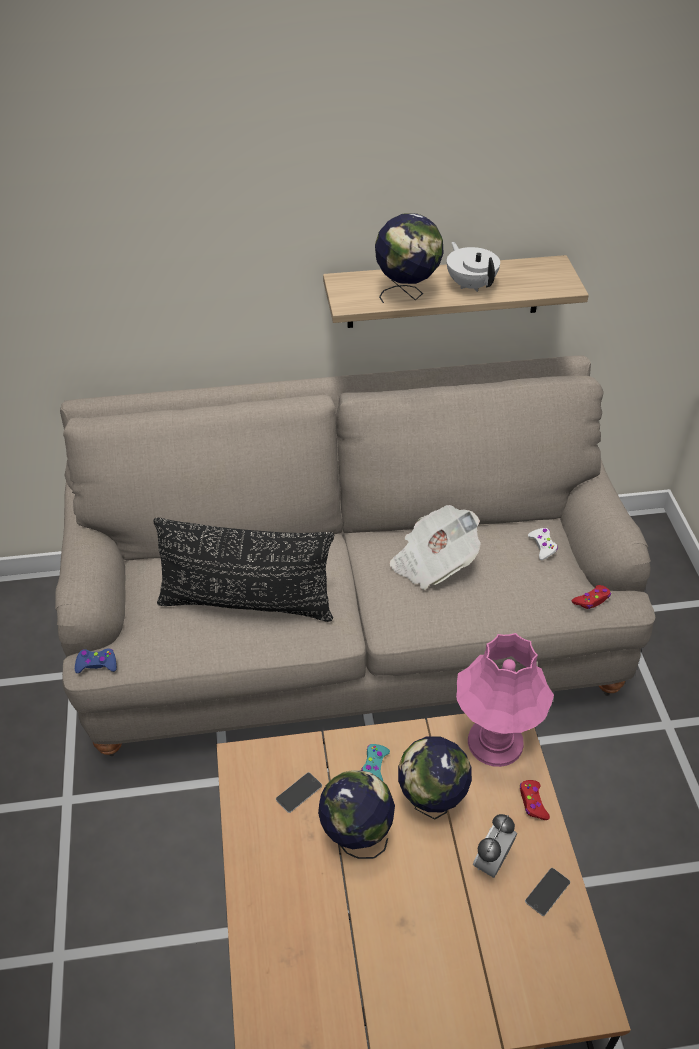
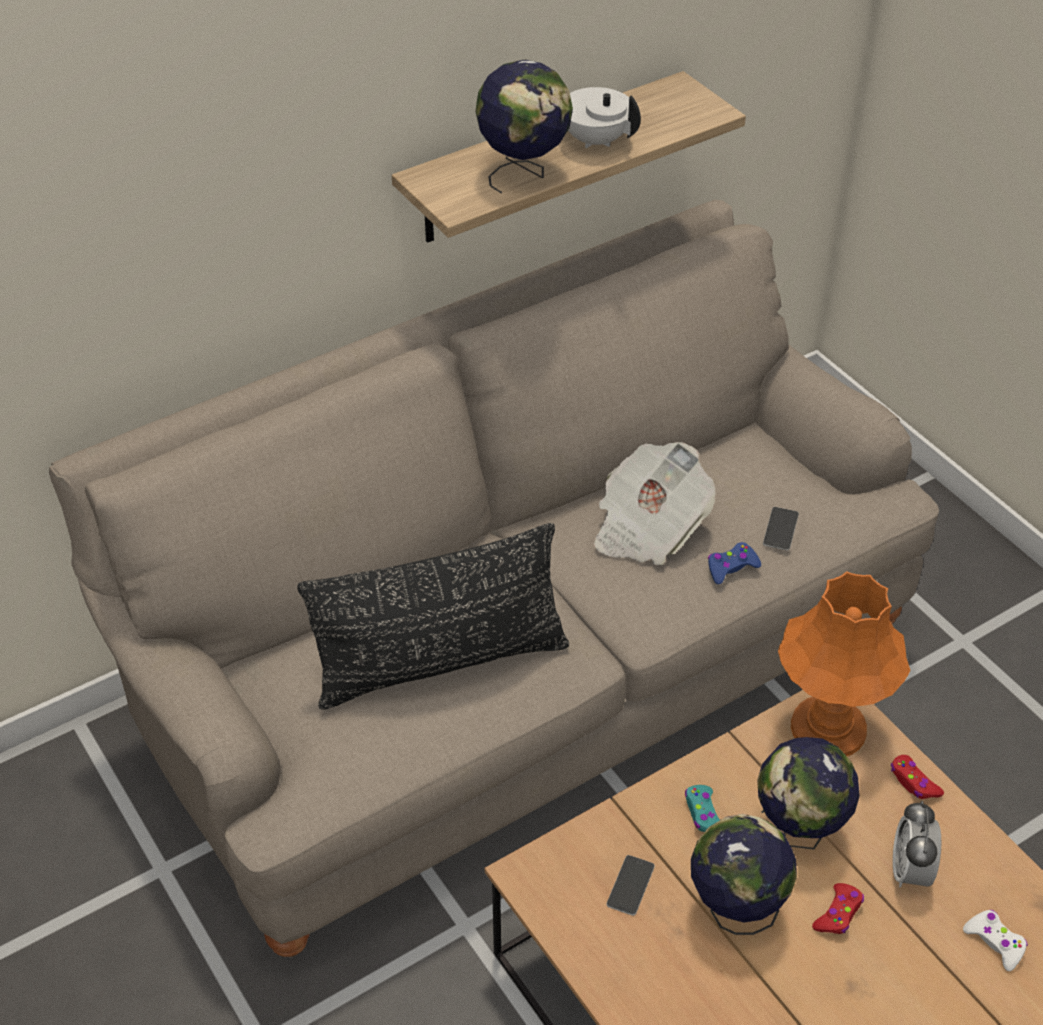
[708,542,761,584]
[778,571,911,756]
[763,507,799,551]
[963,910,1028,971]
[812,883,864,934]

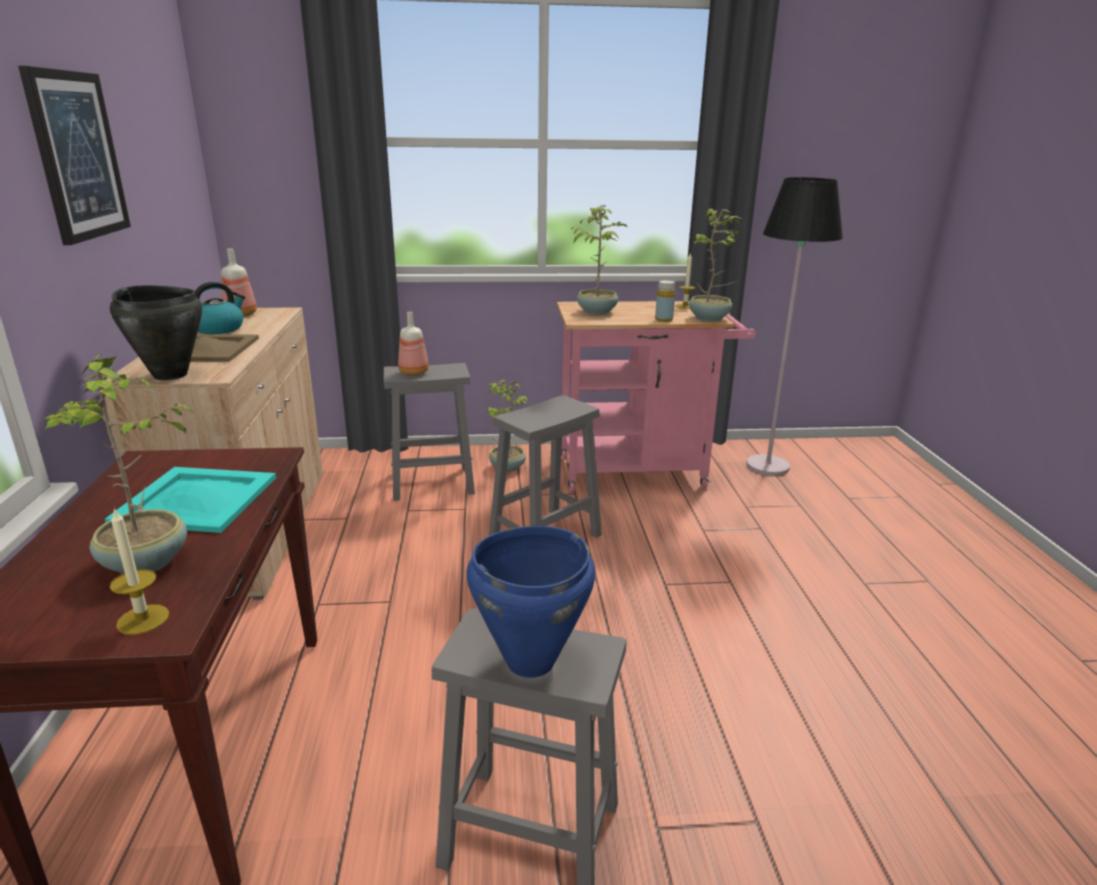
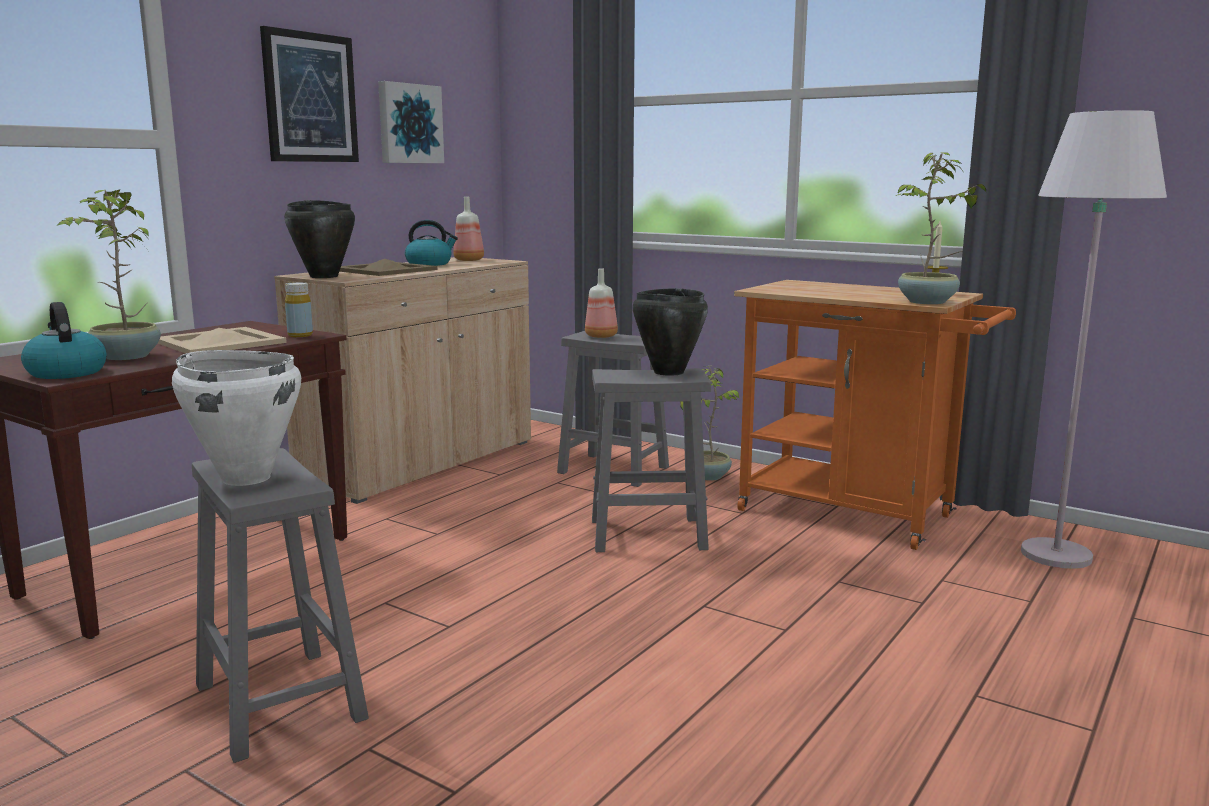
[158,327,287,353]
[21,302,106,379]
[172,350,301,486]
[734,280,1016,550]
[571,205,627,315] (first image)
[285,282,313,337]
[1021,110,1167,569]
[378,81,444,163]
[633,288,708,376]

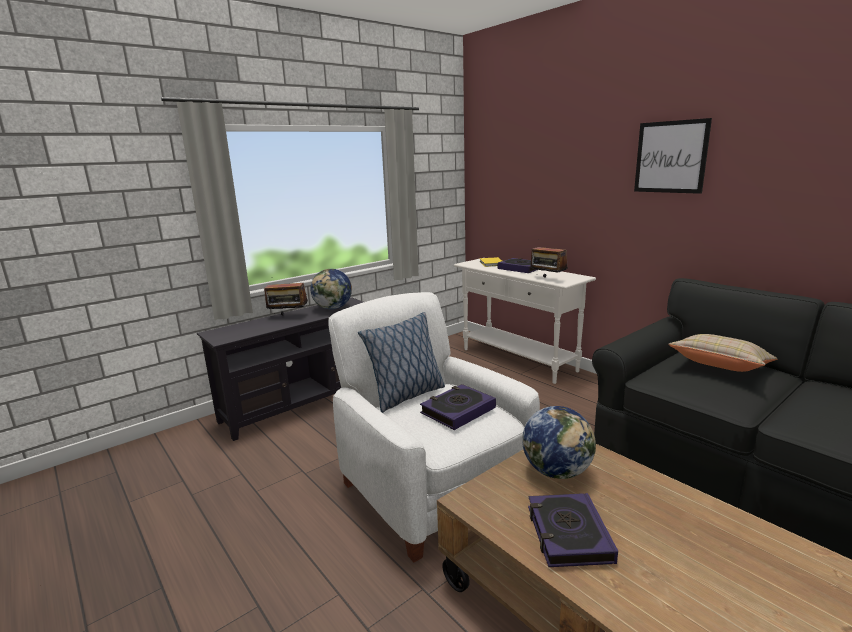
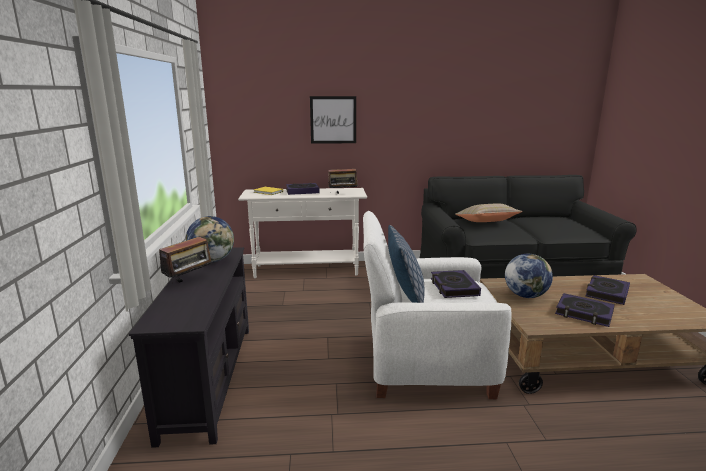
[310,96,356,144]
[586,275,630,305]

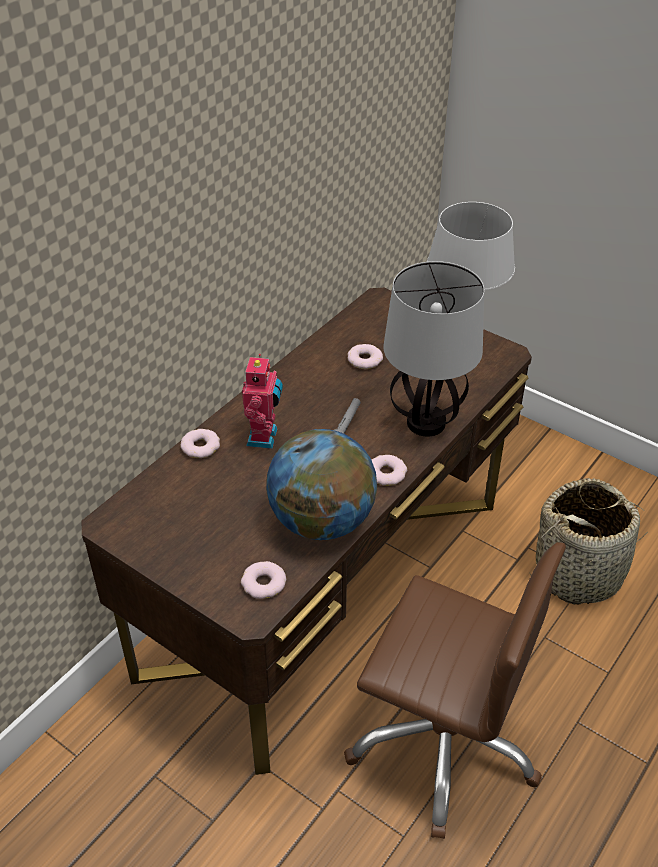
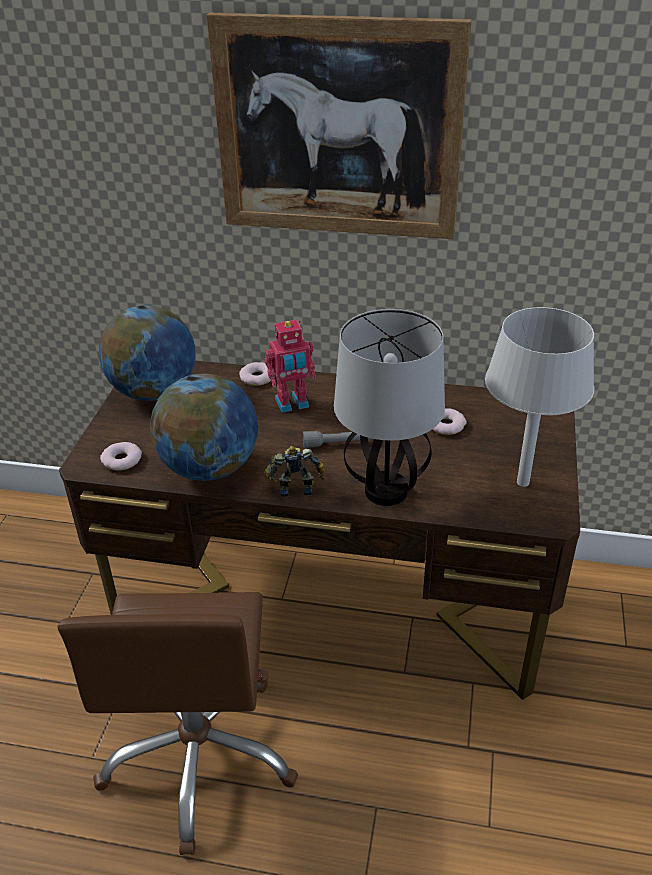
[264,446,325,497]
[529,478,648,605] (first image)
[99,305,196,401]
[207,13,472,239]

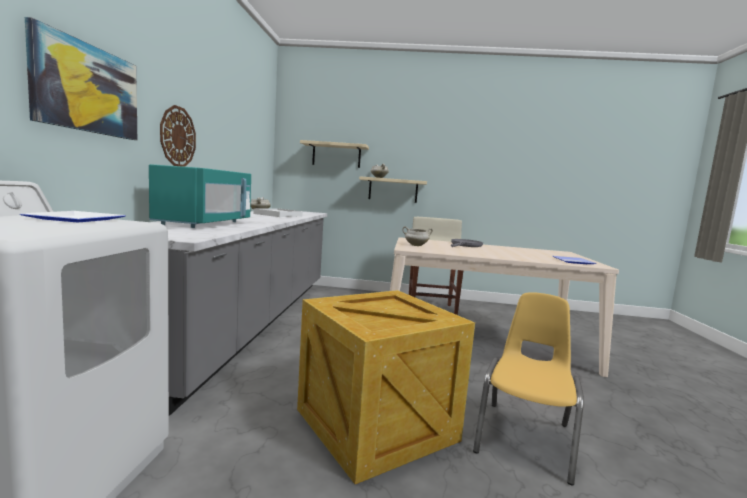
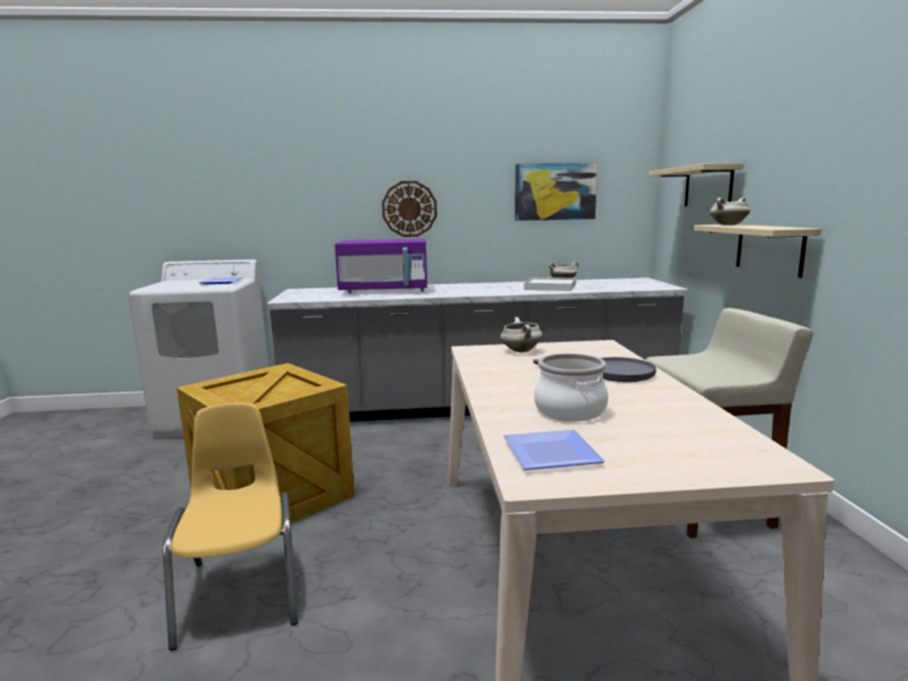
[515,163,597,221]
[335,239,427,294]
[163,403,298,651]
[534,353,608,421]

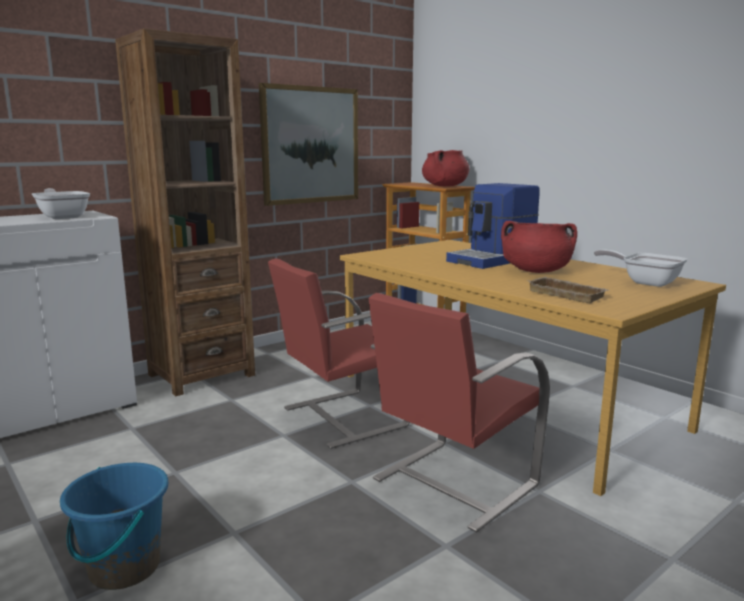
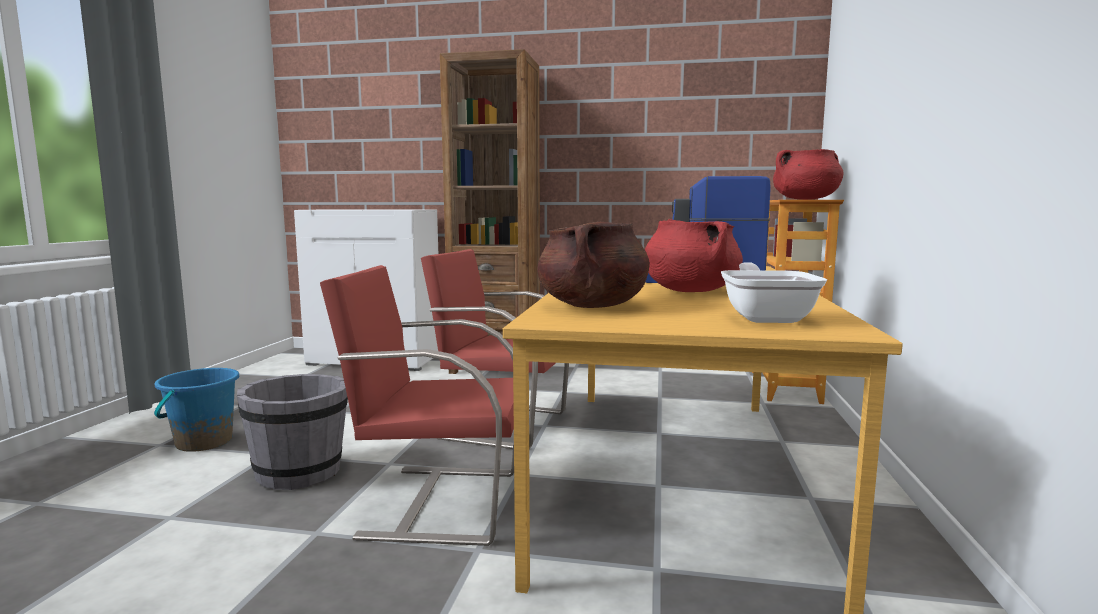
[32,188,90,219] (first image)
[259,83,358,206] (first image)
[537,222,650,308]
[237,374,348,490]

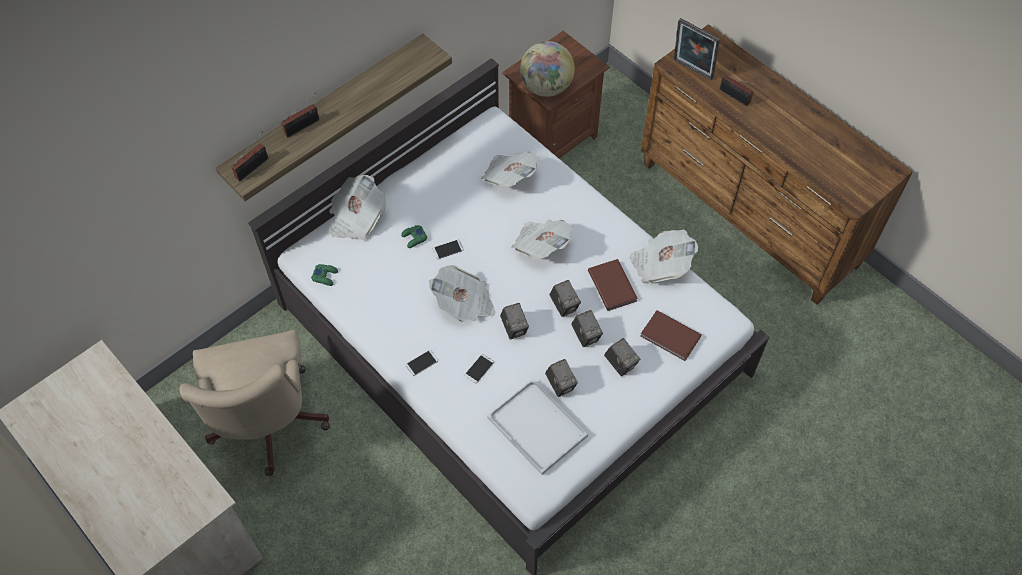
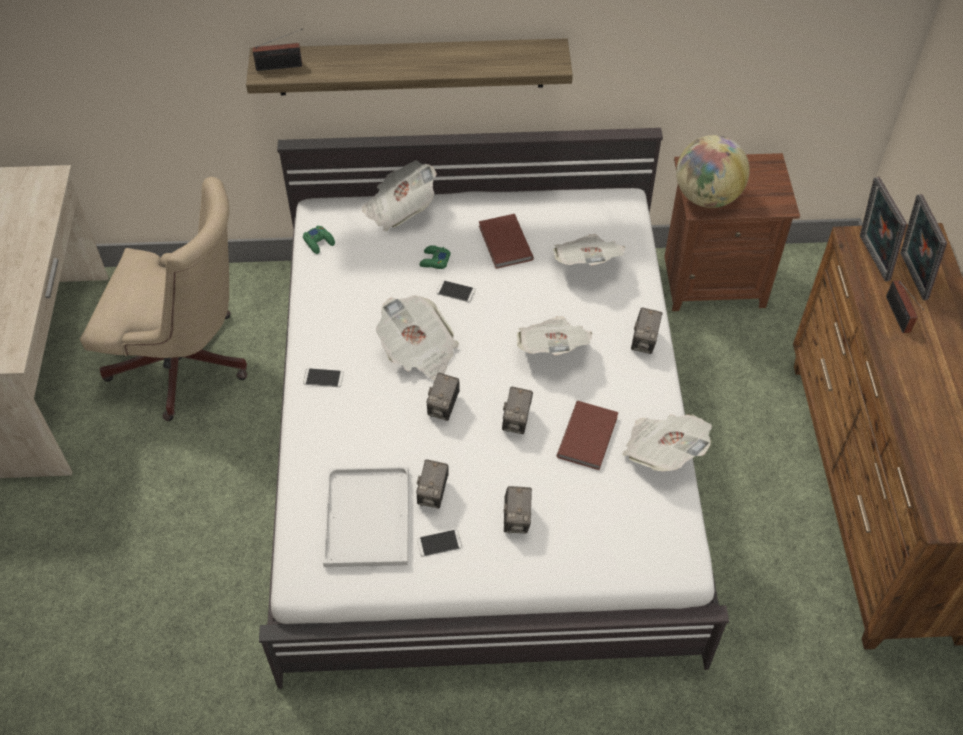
[80,177,247,421]
[281,93,319,138] (first image)
[417,530,462,557]
[631,308,663,354]
[479,214,534,269]
[900,194,947,300]

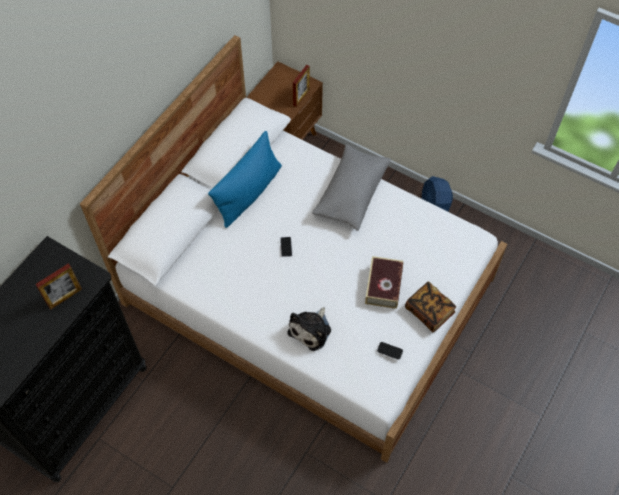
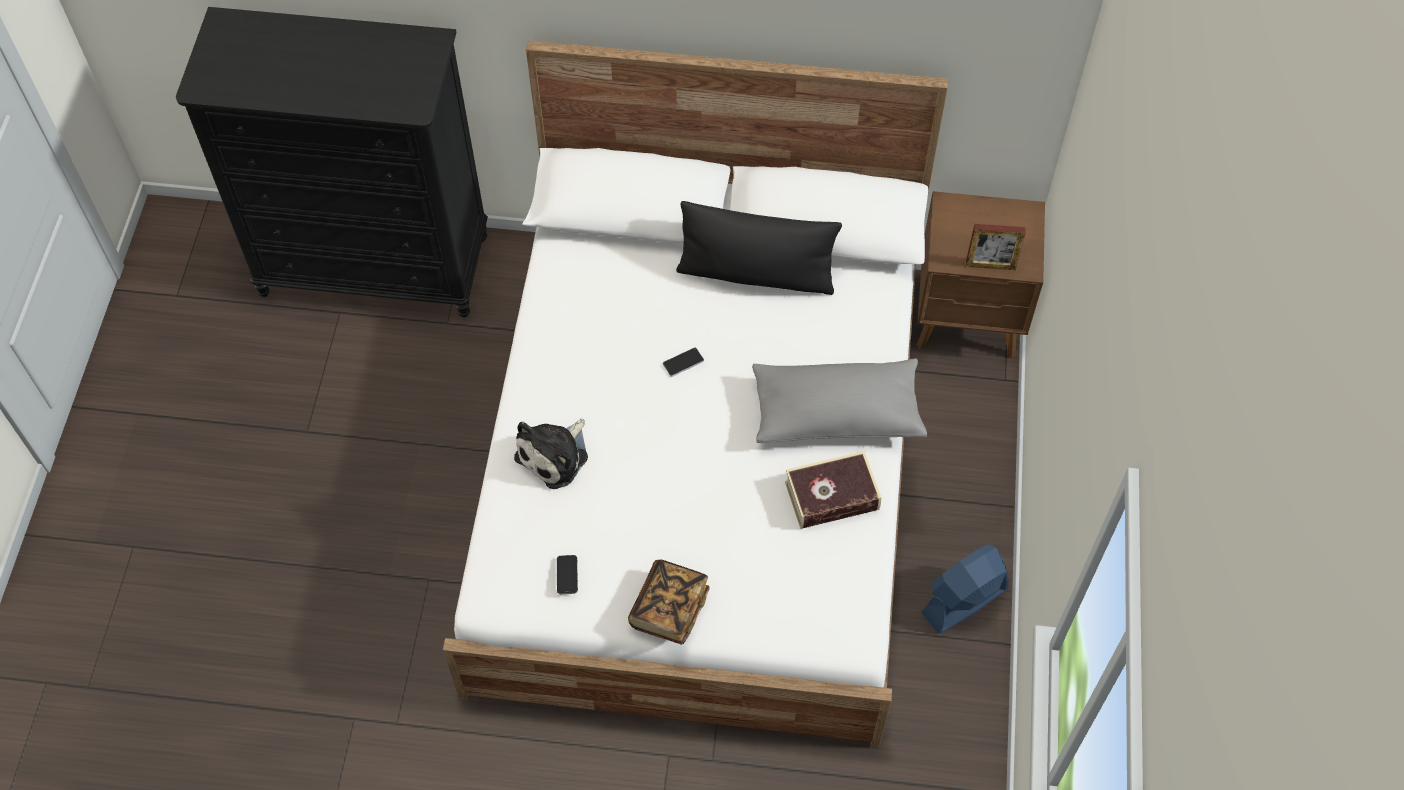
[36,264,82,309] (first image)
[676,201,842,295]
[514,418,588,489]
[785,451,881,529]

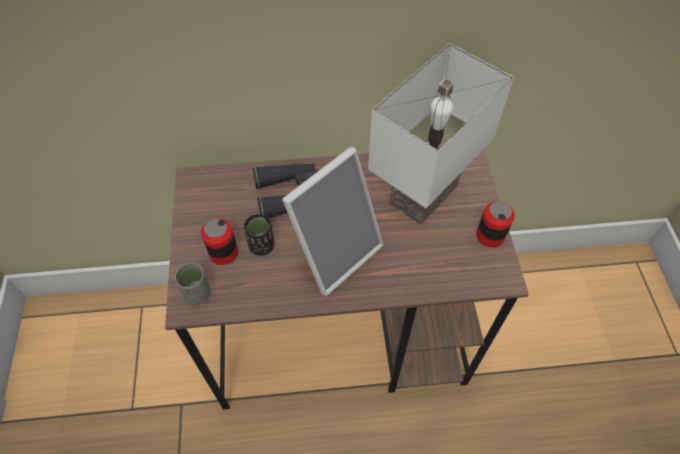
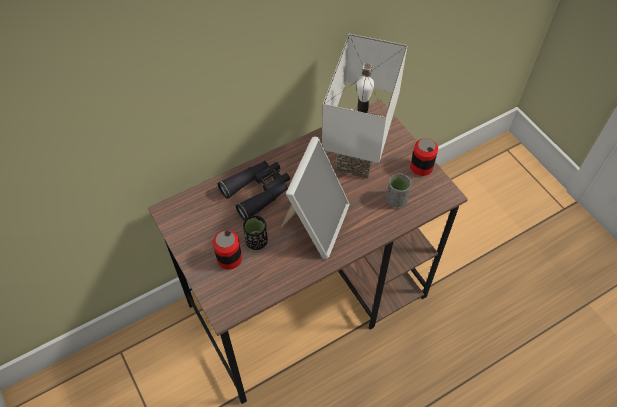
[386,173,411,208]

